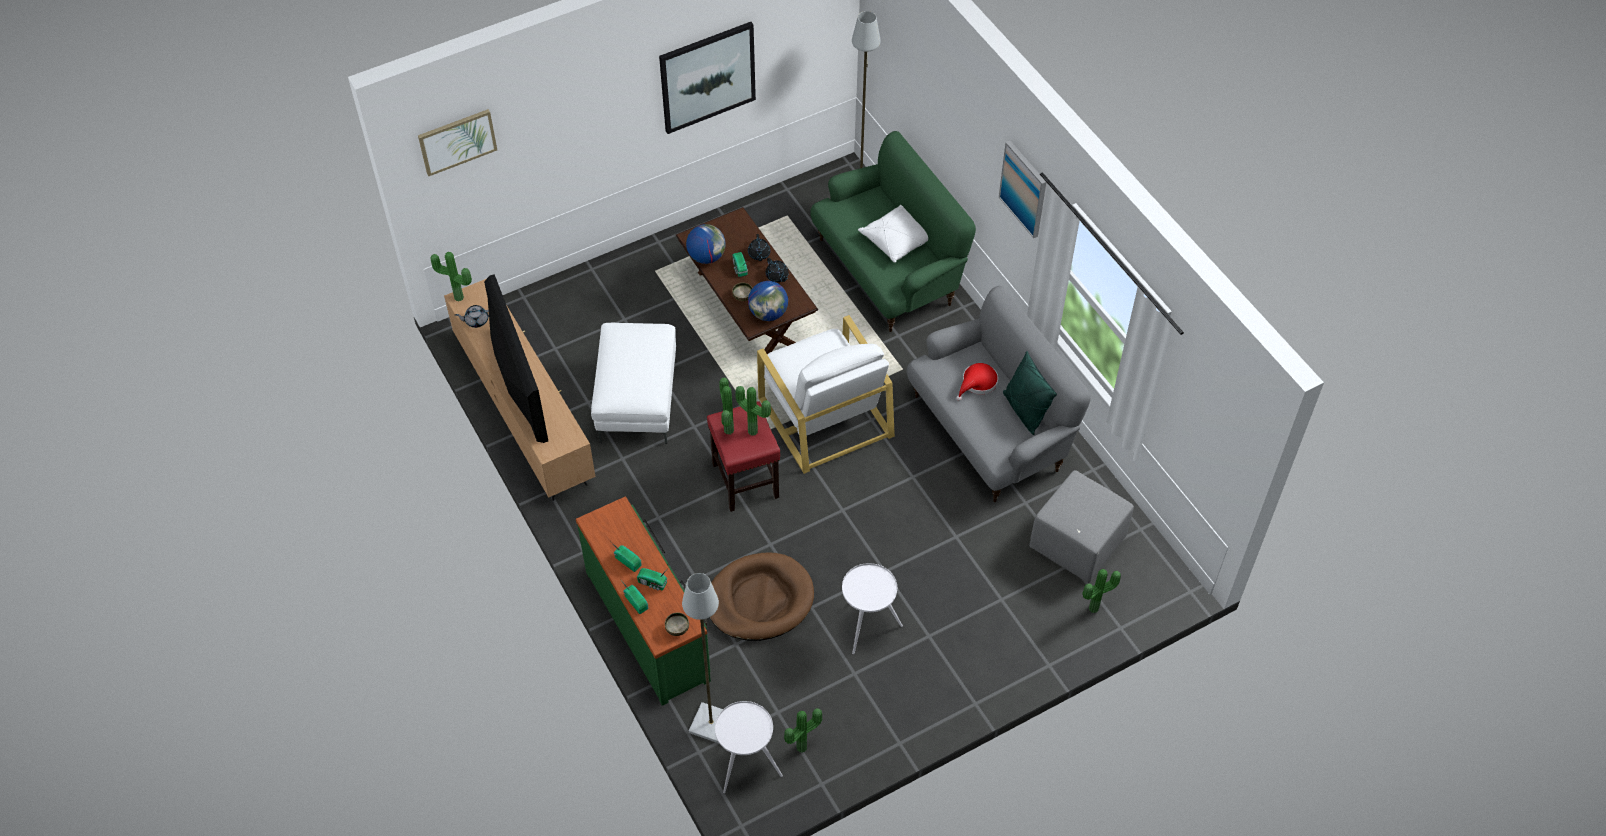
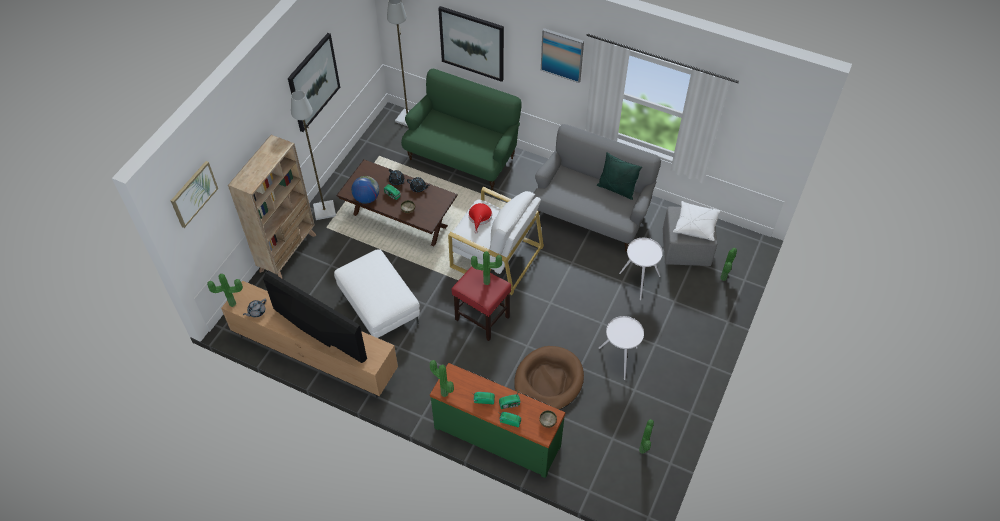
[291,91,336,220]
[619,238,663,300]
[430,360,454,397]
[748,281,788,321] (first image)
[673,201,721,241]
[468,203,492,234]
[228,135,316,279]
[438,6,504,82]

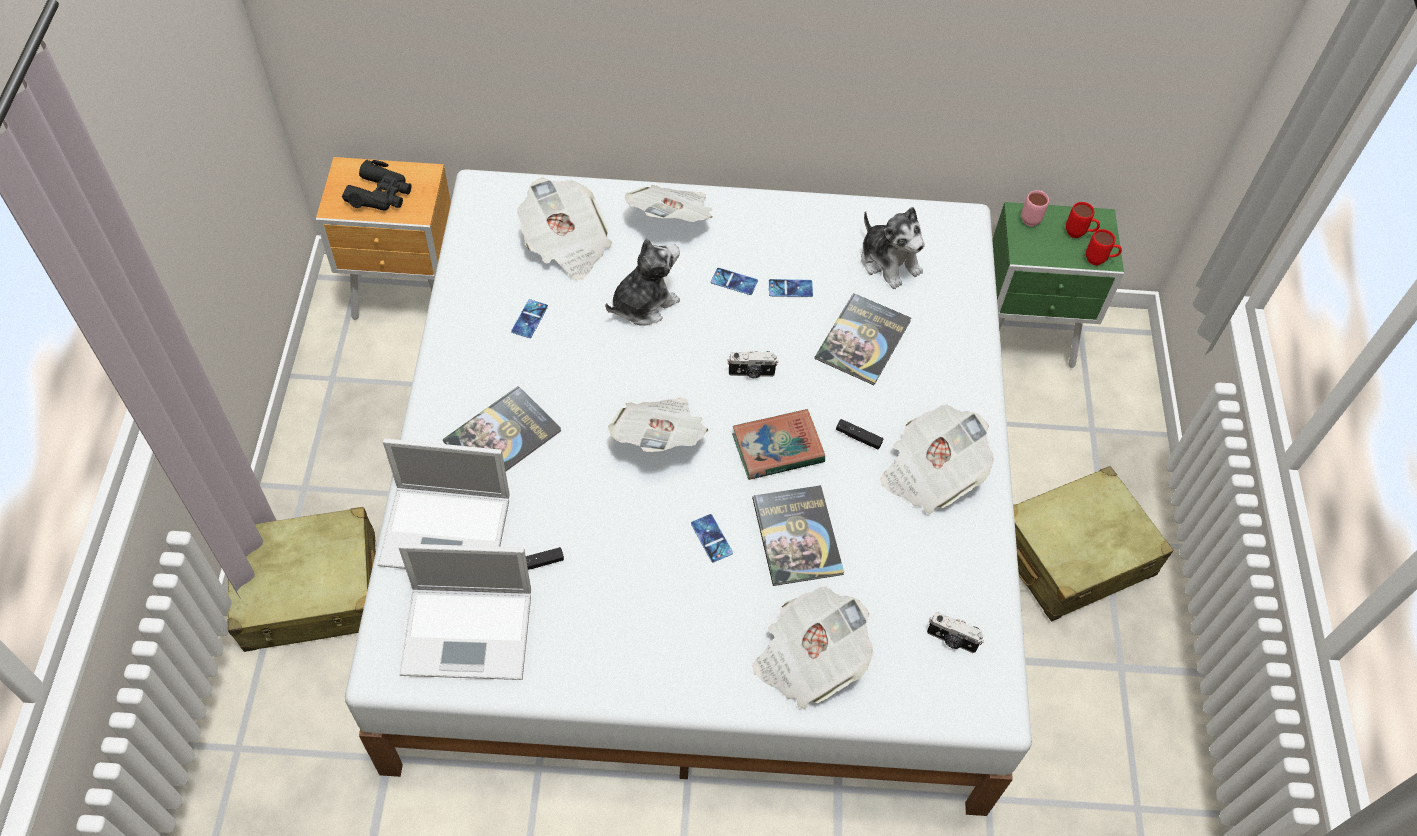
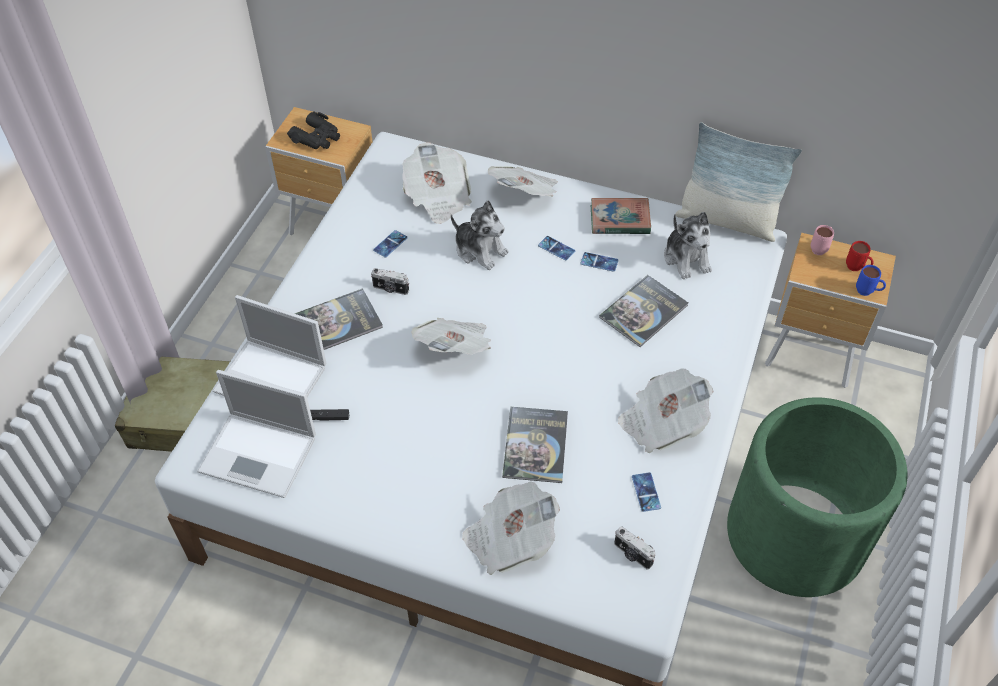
[451,200,509,270]
[632,472,661,512]
[371,268,409,295]
[591,198,651,234]
[836,419,883,449] (first image)
[765,233,896,388]
[727,397,908,597]
[856,265,886,296]
[675,122,802,242]

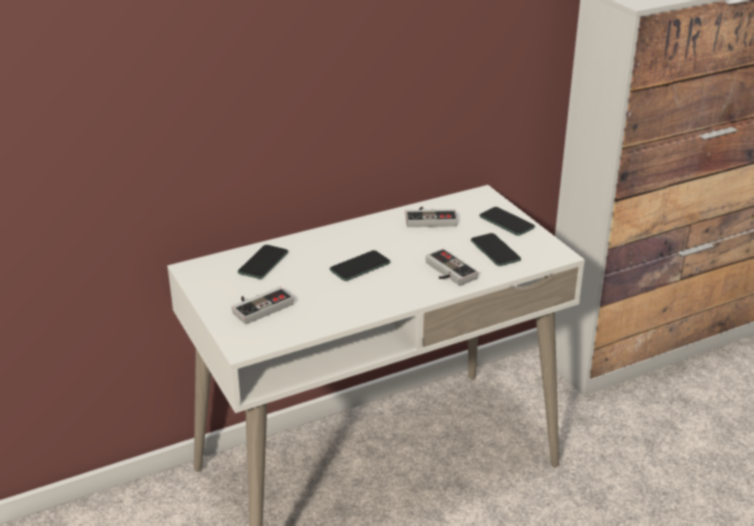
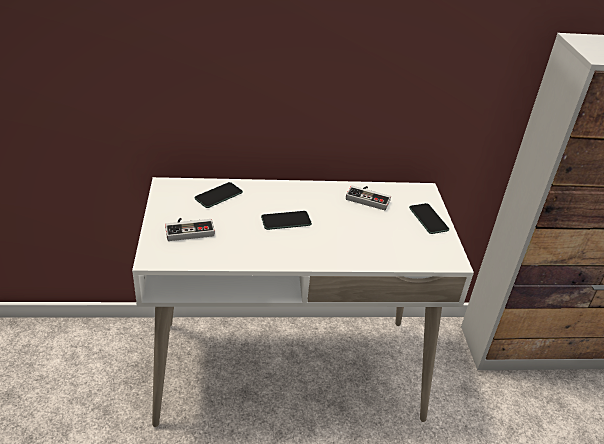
[426,249,478,286] (first image)
[471,233,521,266] (first image)

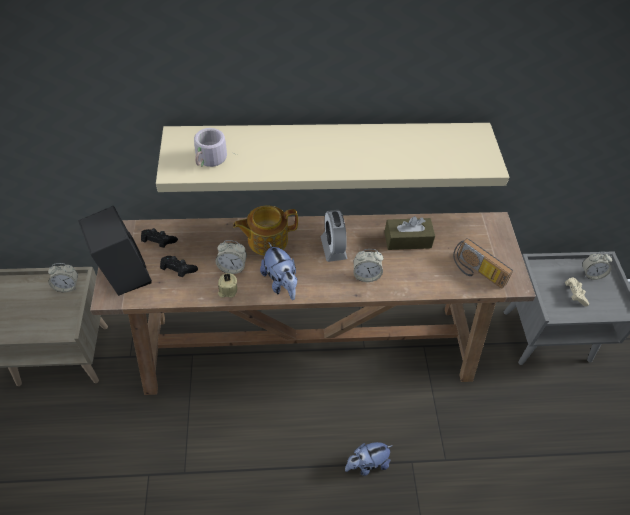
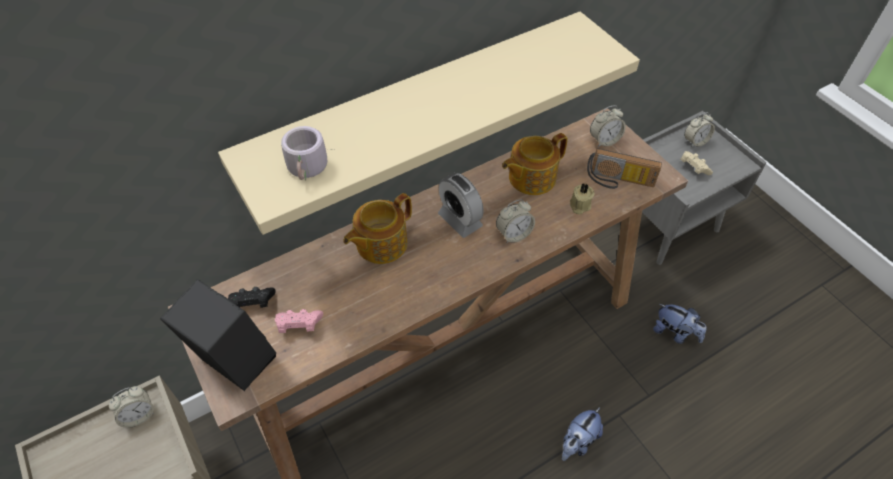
[275,309,323,333]
[590,106,626,147]
[570,184,594,215]
[653,304,707,344]
[502,133,568,195]

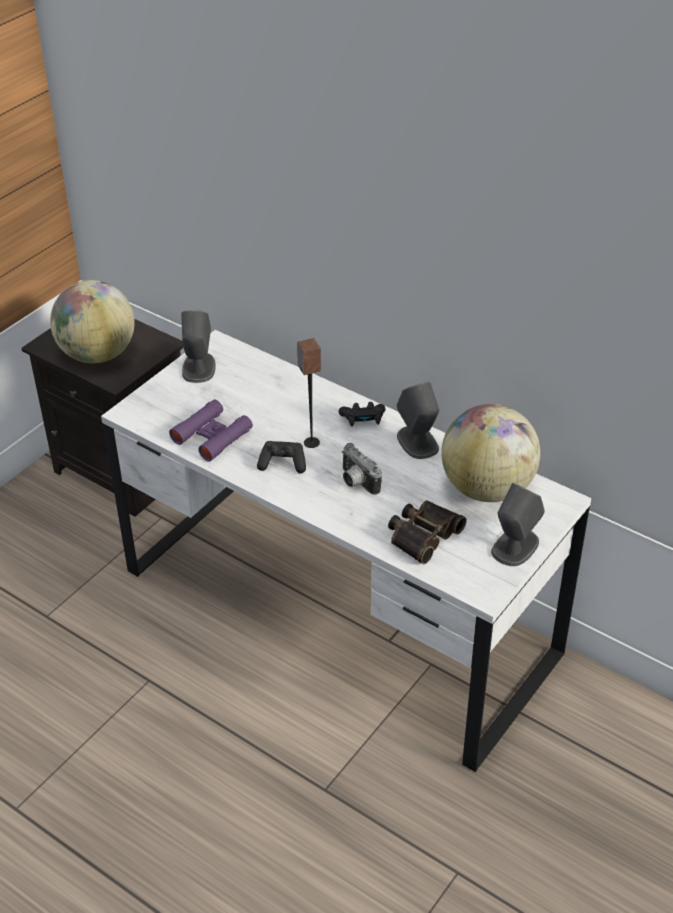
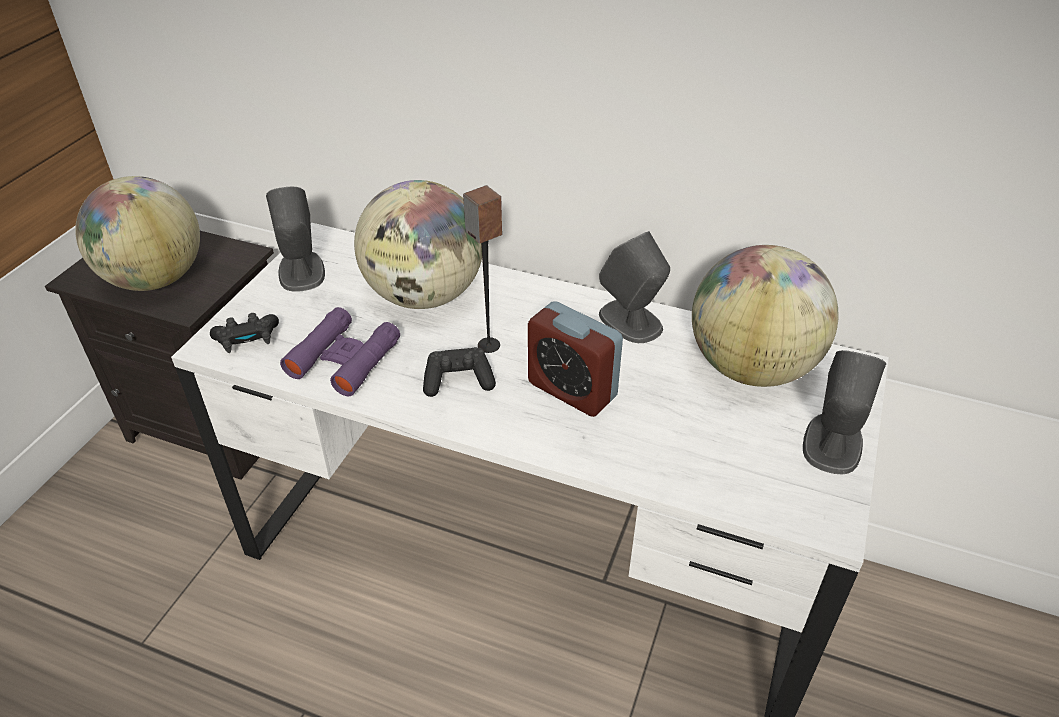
[210,313,279,353]
[528,301,623,417]
[388,500,467,564] (first image)
[354,180,482,309]

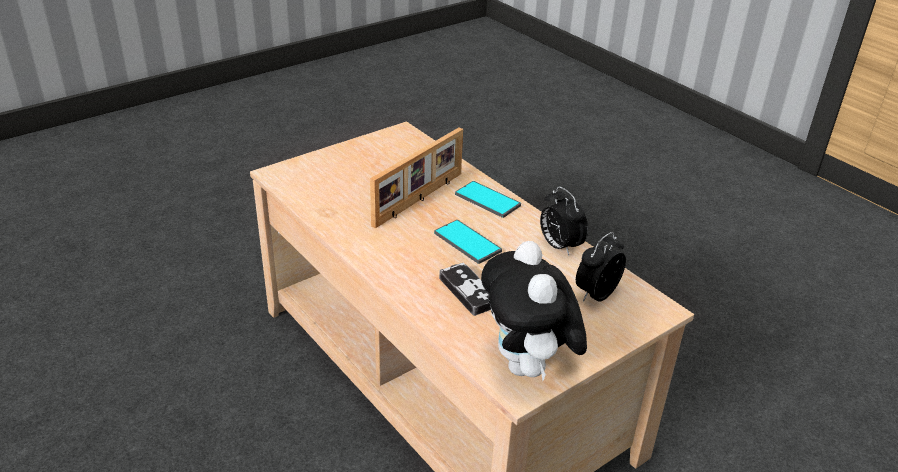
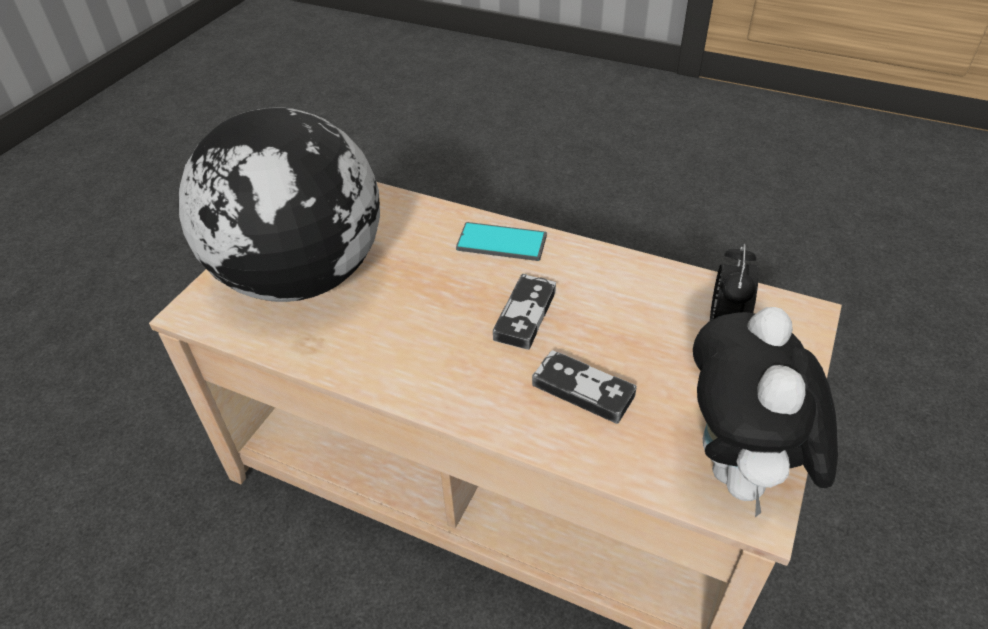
[370,128,463,228] (first image)
[493,274,556,350]
[693,307,838,517]
[540,186,588,256] (first image)
[178,108,380,302]

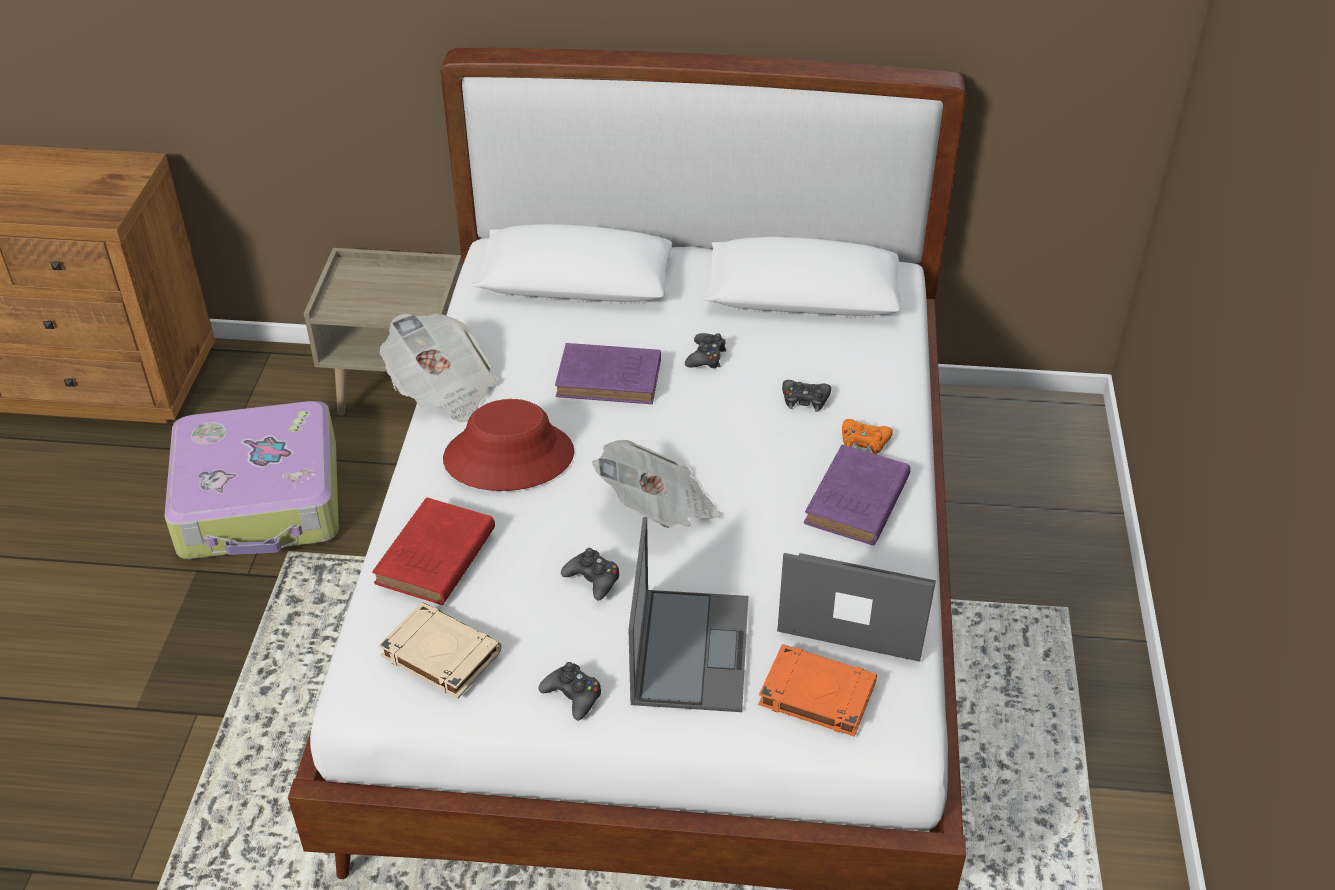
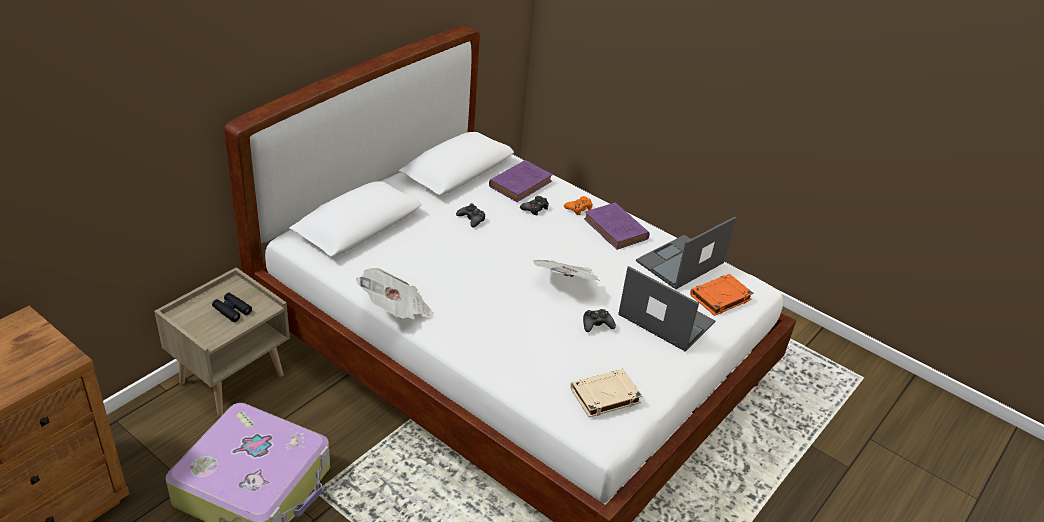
[372,498,495,605] (first image)
[443,399,574,491] (first image)
[539,662,601,721] (first image)
[489,160,552,202]
[212,293,252,322]

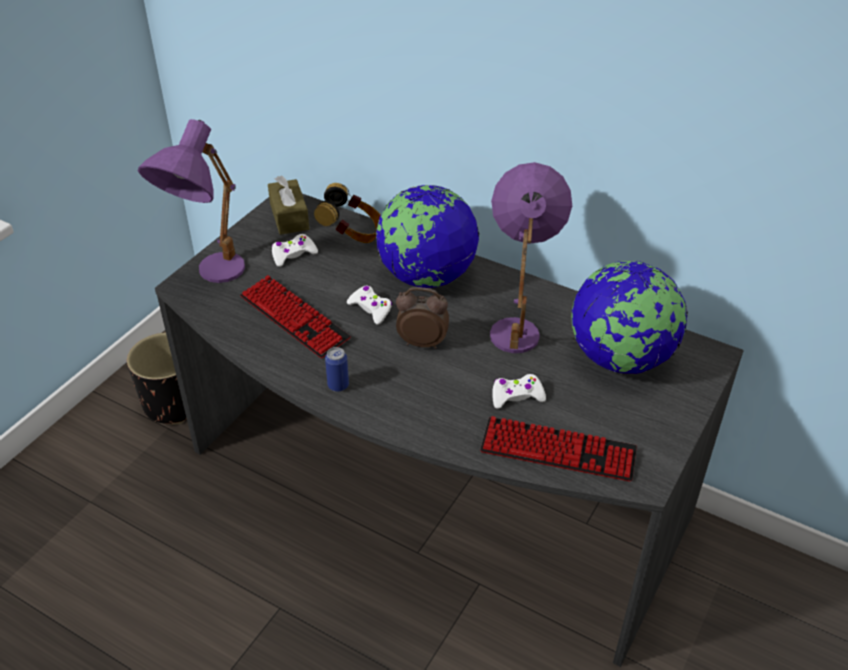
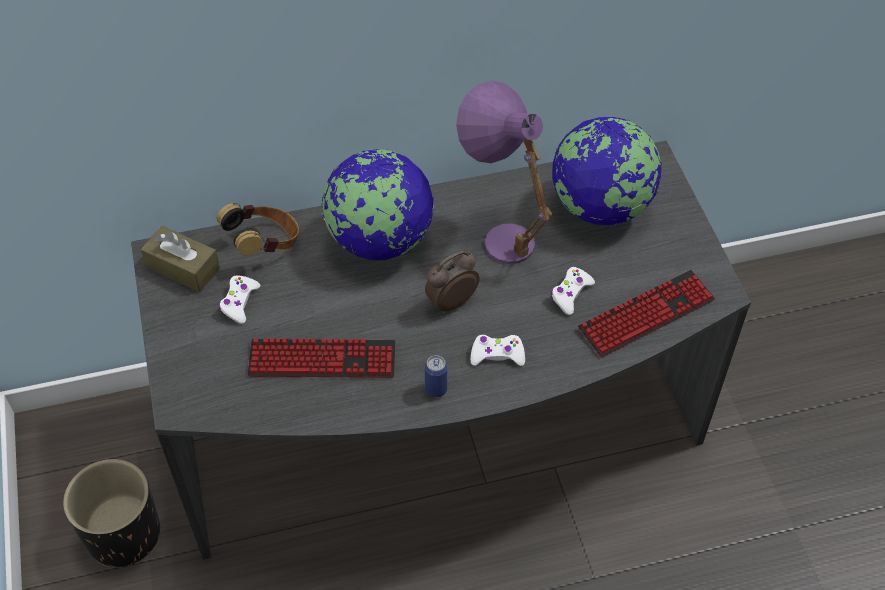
[138,119,245,283] (first image)
[471,334,525,366]

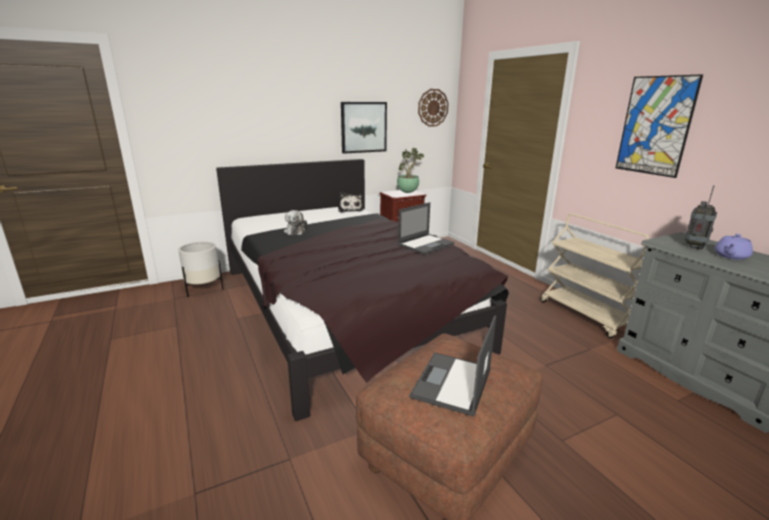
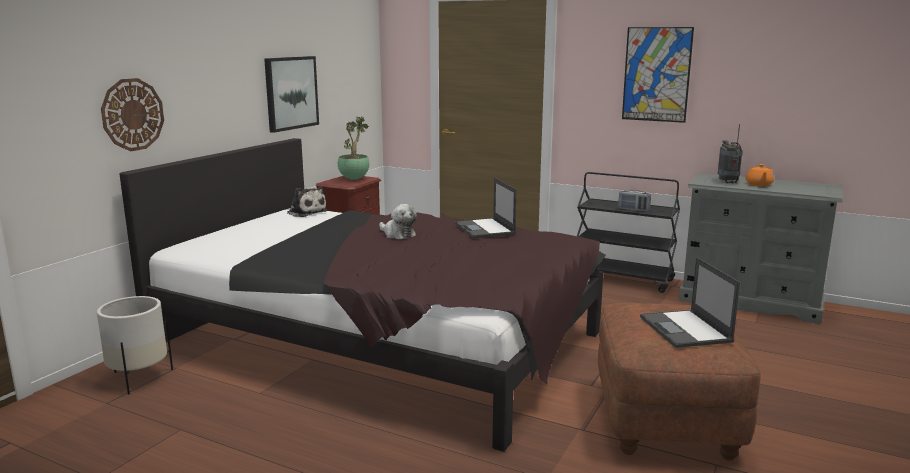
[379,204,417,239]
[455,178,517,238]
[101,78,164,151]
[577,172,680,293]
[746,164,774,186]
[618,190,651,212]

